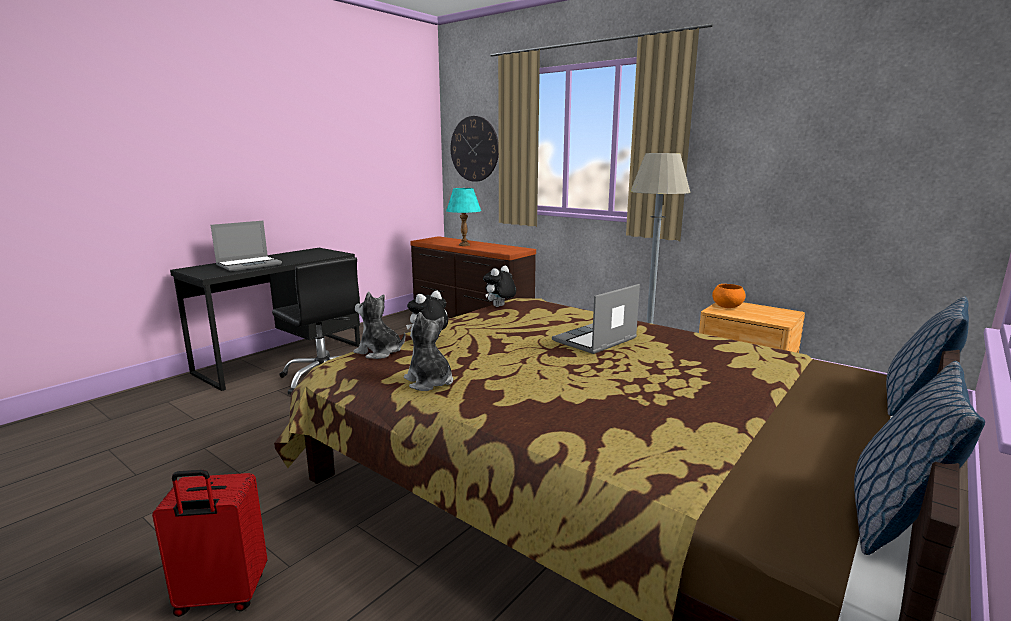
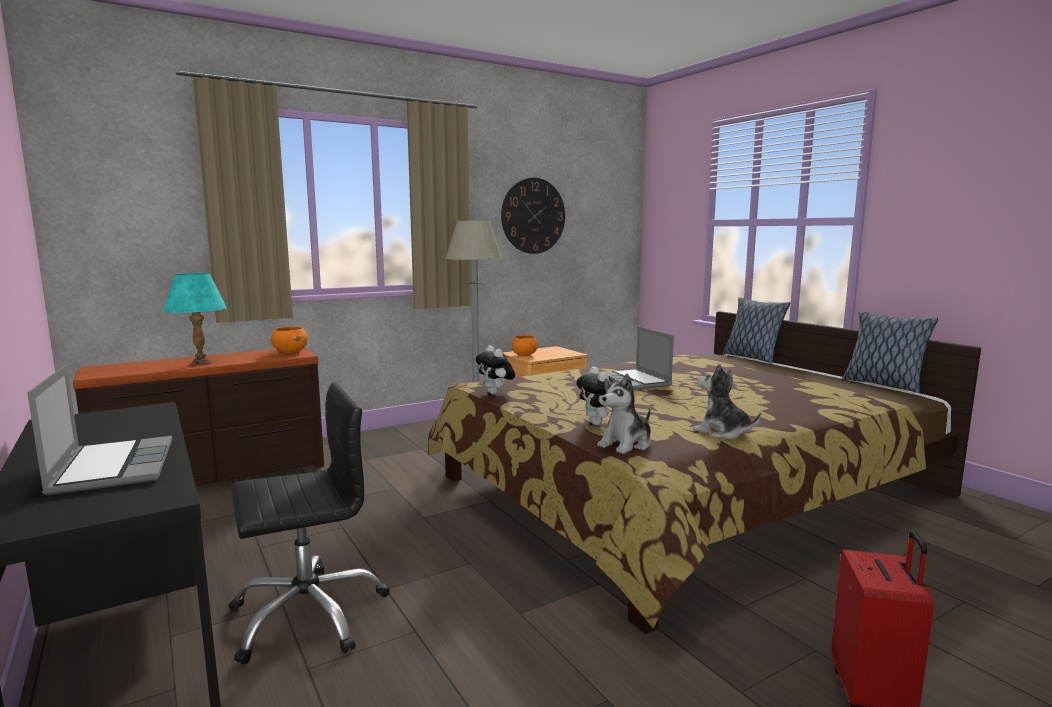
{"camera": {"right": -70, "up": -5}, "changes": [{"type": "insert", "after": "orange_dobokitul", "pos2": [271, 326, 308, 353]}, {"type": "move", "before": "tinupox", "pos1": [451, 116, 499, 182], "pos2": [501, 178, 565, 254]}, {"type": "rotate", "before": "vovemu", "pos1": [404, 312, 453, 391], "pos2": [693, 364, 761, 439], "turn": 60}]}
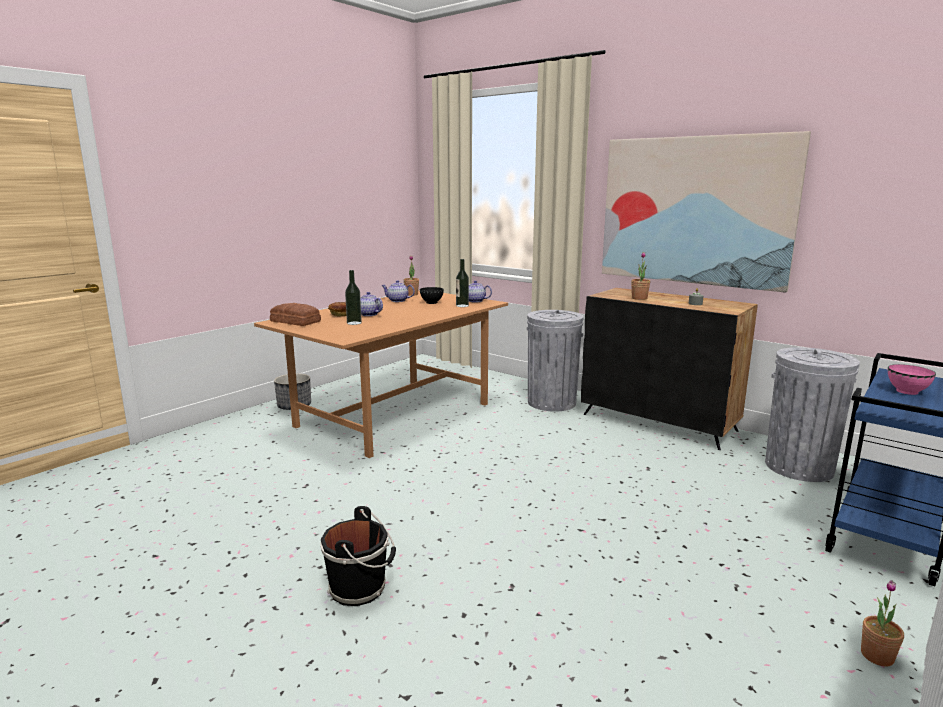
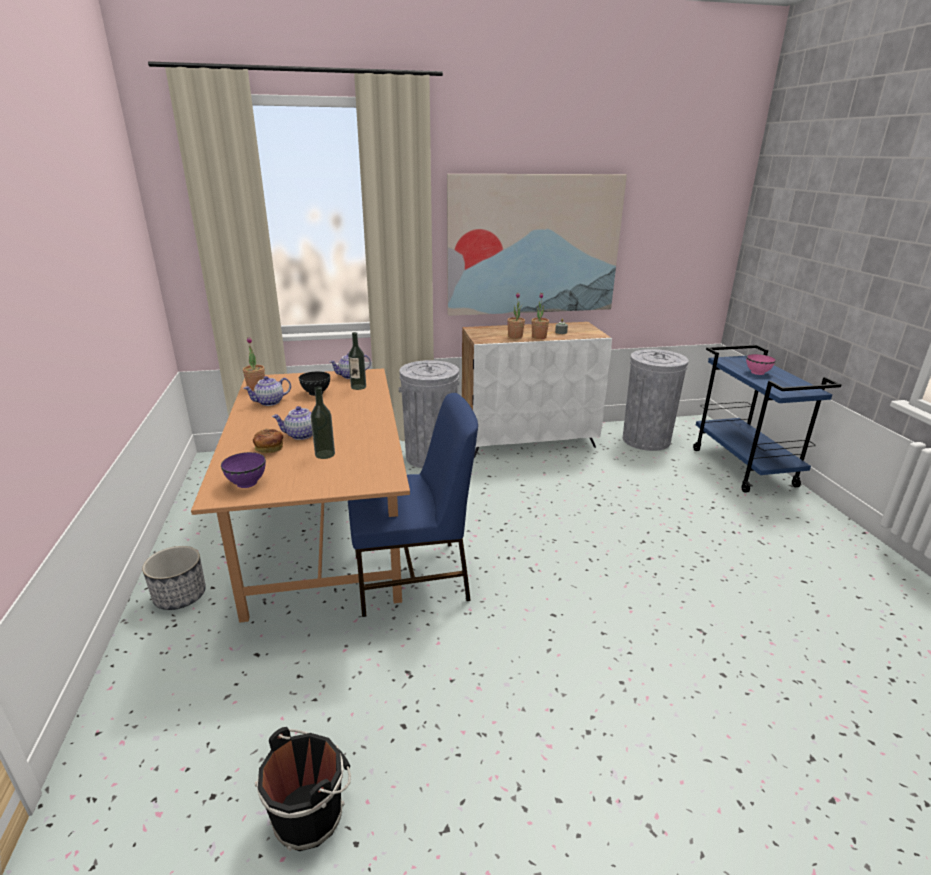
{"camera": {"right": -50, "up": 10}, "changes": [{"type": "replace", "before": "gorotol", "after": "purple_dobokitul", "pos1": [270, 303, 321, 326], "pos2": [221, 452, 266, 488]}, {"type": "move", "before": "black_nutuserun", "pos1": [320, 506, 396, 606], "pos2": [255, 727, 351, 851]}, {"type": "insert", "after": "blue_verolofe", "pos2": [348, 393, 478, 617]}, {"type": "recolor", "before": "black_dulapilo", "after": "white_dulapilo", "pos1": [581, 288, 758, 450], "pos2": [462, 322, 612, 458]}, {"type": "move", "before": "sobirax", "pos1": [861, 580, 904, 667], "pos2": [531, 293, 549, 339]}]}
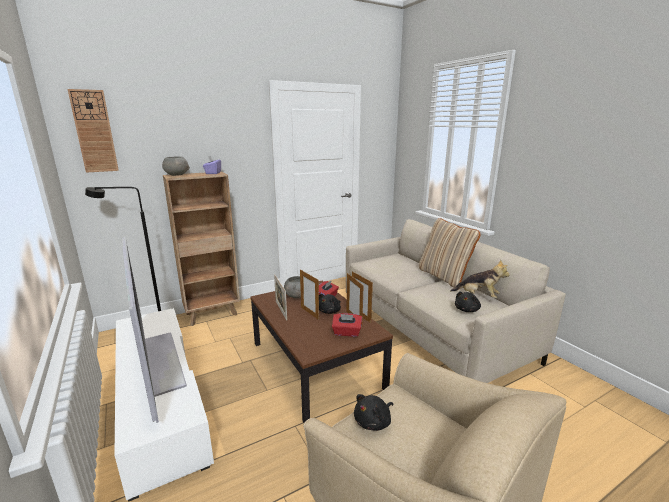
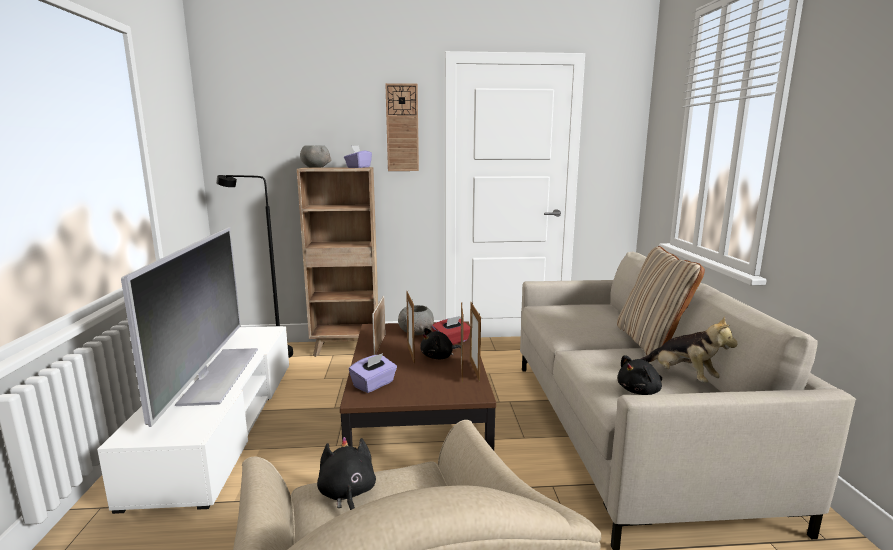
{"camera": {"right": 25, "up": -5}, "changes": [{"type": "rotate", "before": "black_vovemu", "pos1": [354, 394, 393, 431], "pos2": [317, 437, 376, 510], "turn": 90}, {"type": "insert", "after": "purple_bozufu", "pos2": [349, 353, 397, 393]}, {"type": "move", "before": "tinupox", "pos1": [68, 89, 119, 173], "pos2": [385, 83, 419, 171]}, {"type": "delete", "before": "red_bozufu", "pos1": [332, 313, 362, 337]}]}
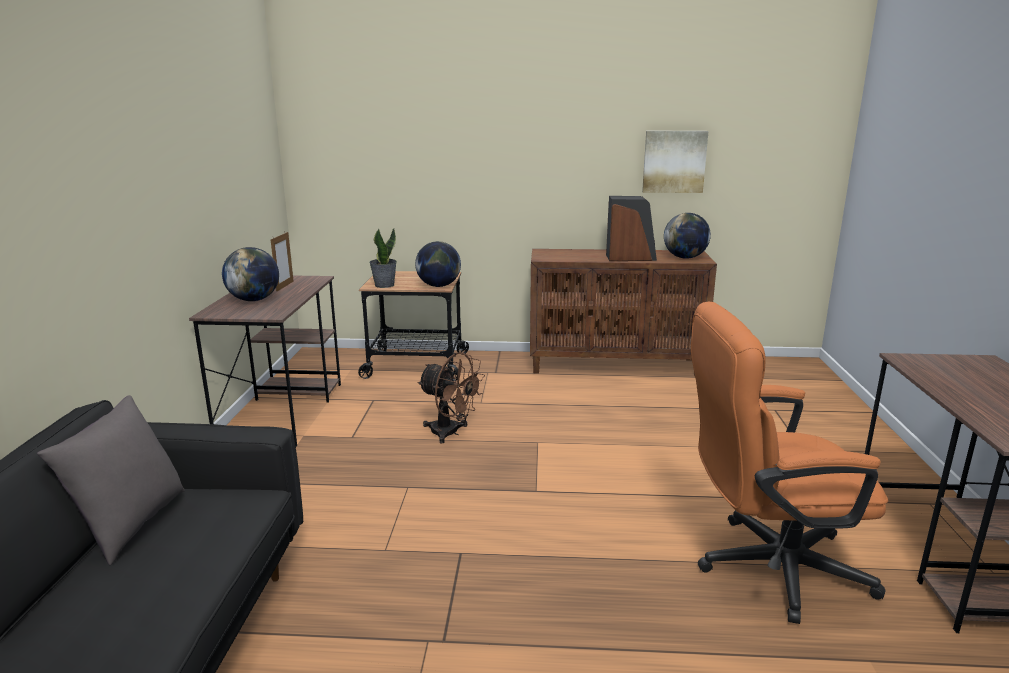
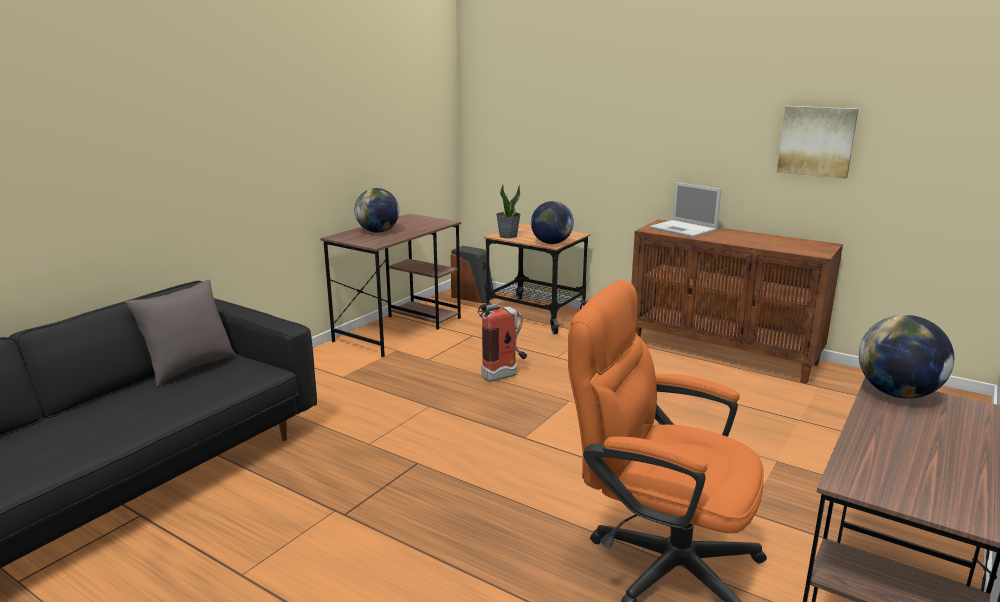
{"camera": {"right": 30, "up": 0}, "changes": [{"type": "move", "before": "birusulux", "pos1": [606, 196, 657, 261], "pos2": [451, 246, 494, 303]}, {"type": "replace", "before": "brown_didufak", "after": "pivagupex", "pos1": [417, 352, 485, 443], "pos2": [481, 301, 527, 382]}, {"type": "insert", "after": "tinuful", "pos2": [649, 182, 721, 238]}, {"type": "move", "before": "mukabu", "pos1": [664, 213, 711, 259], "pos2": [859, 315, 954, 399]}, {"type": "delete", "before": "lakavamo", "pos1": [271, 232, 294, 291]}]}
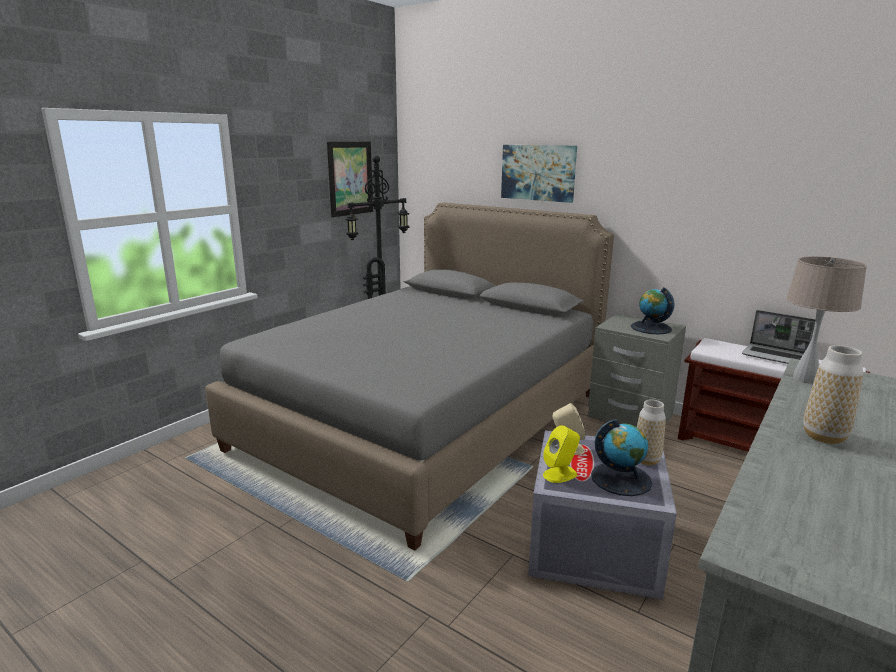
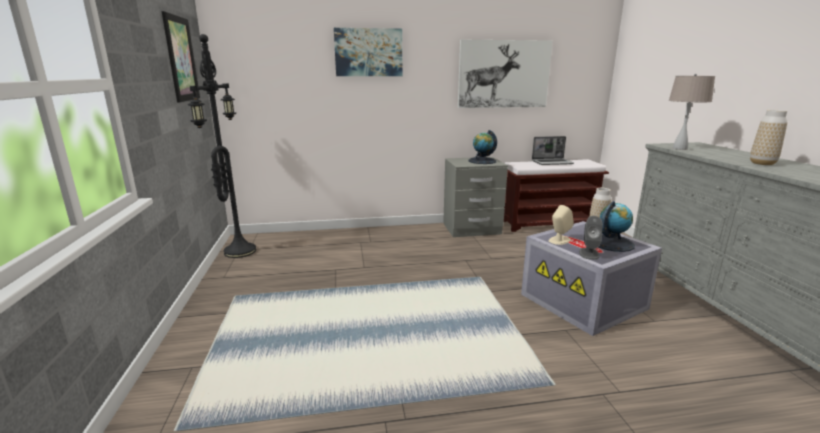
{"camera": {"right": -45, "up": 0}, "changes": [{"type": "insert", "after": "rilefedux", "pos2": [458, 40, 552, 108]}, {"type": "recolor", "before": "yellow_birusulux", "after": "grey_birusulux", "pos1": [543, 425, 580, 483], "pos2": [579, 216, 603, 260]}, {"type": "delete", "before": "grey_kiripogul", "pos1": [205, 202, 614, 550]}]}
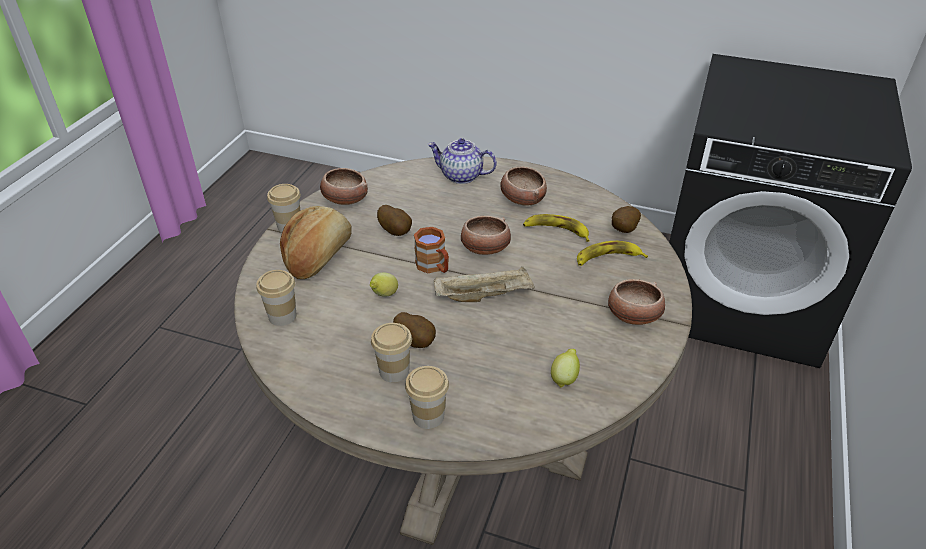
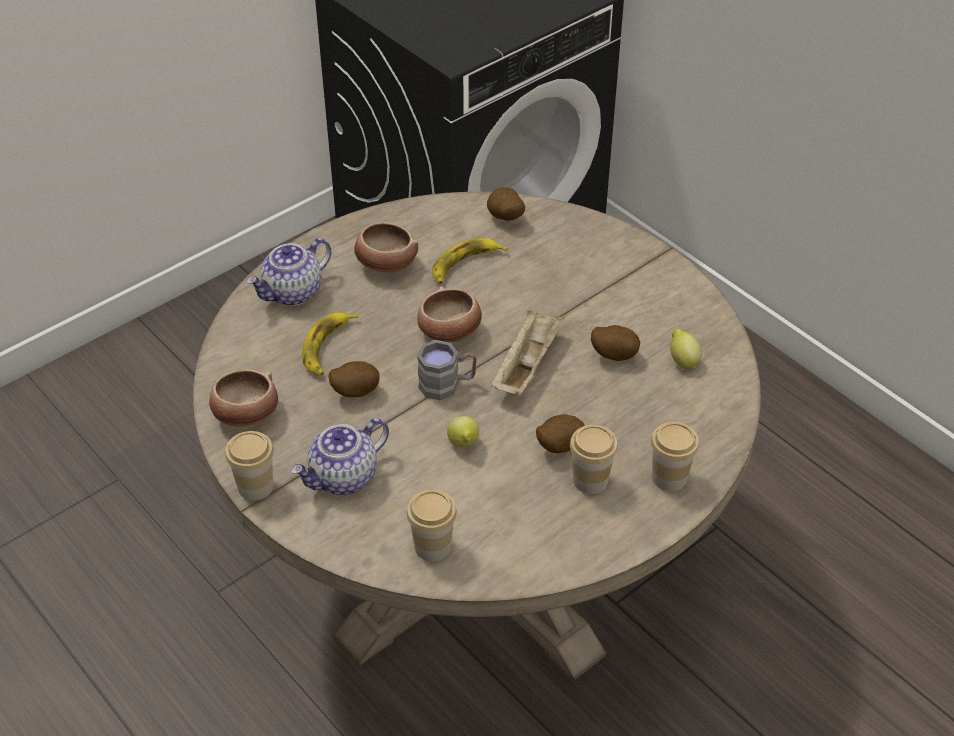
{"camera": {"right": -60, "up": 5}, "changes": [{"type": "replace", "before": "gorotol", "after": "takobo", "pos1": [280, 206, 352, 279], "pos2": [291, 418, 389, 495]}, {"type": "move", "before": "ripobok", "pos1": [577, 241, 648, 266], "pos2": [302, 313, 358, 376]}, {"type": "recolor", "before": "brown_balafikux", "after": "grey_balafikux", "pos1": [414, 227, 449, 273], "pos2": [417, 340, 477, 400]}, {"type": "insert", "after": "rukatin", "pos2": [591, 325, 640, 361]}, {"type": "delete", "before": "dobokitul", "pos1": [608, 279, 665, 325]}]}
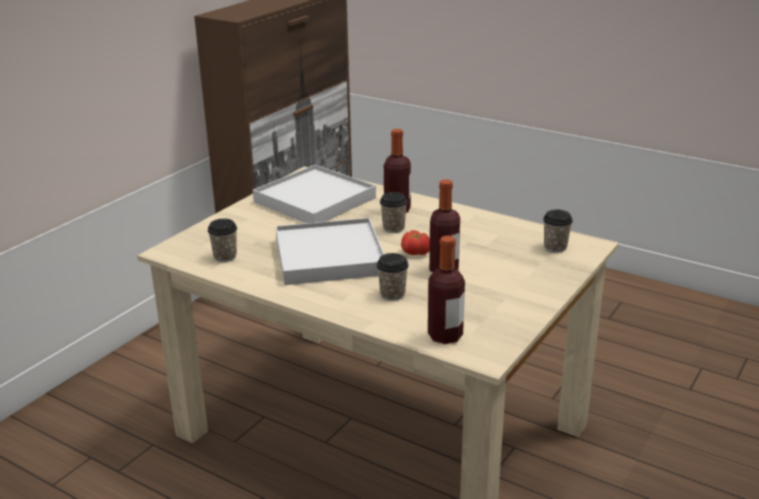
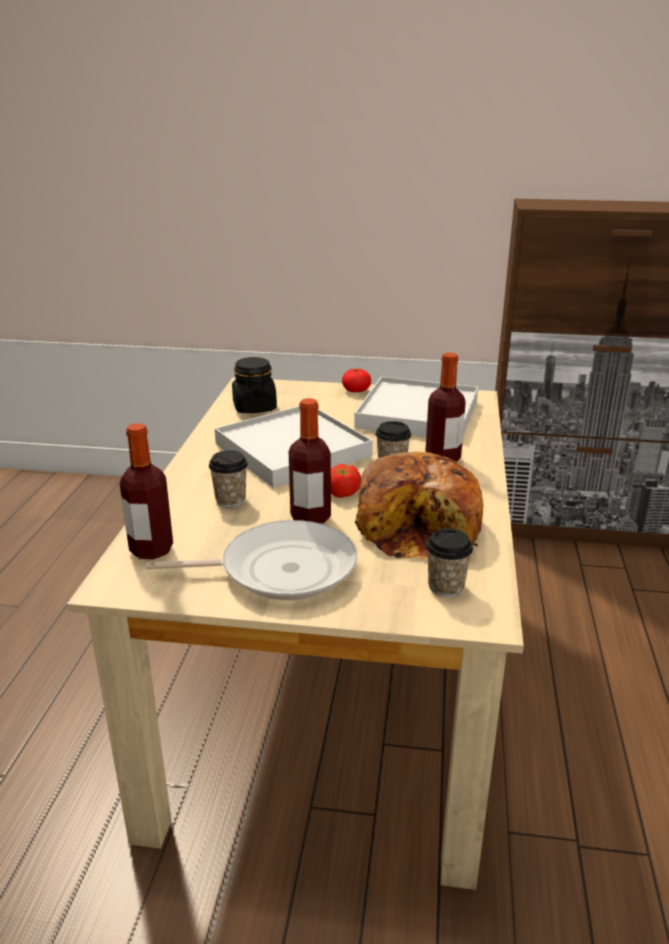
{"camera": {"right": 65, "up": 0}, "changes": [{"type": "insert", "after": "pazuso", "pos2": [146, 520, 357, 600]}, {"type": "replace", "before": "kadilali", "after": "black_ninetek", "pos1": [208, 219, 237, 262], "pos2": [232, 357, 277, 413]}, {"type": "insert", "after": "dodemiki", "pos2": [342, 369, 371, 392]}, {"type": "insert", "after": "gorotol", "pos2": [355, 451, 483, 559]}]}
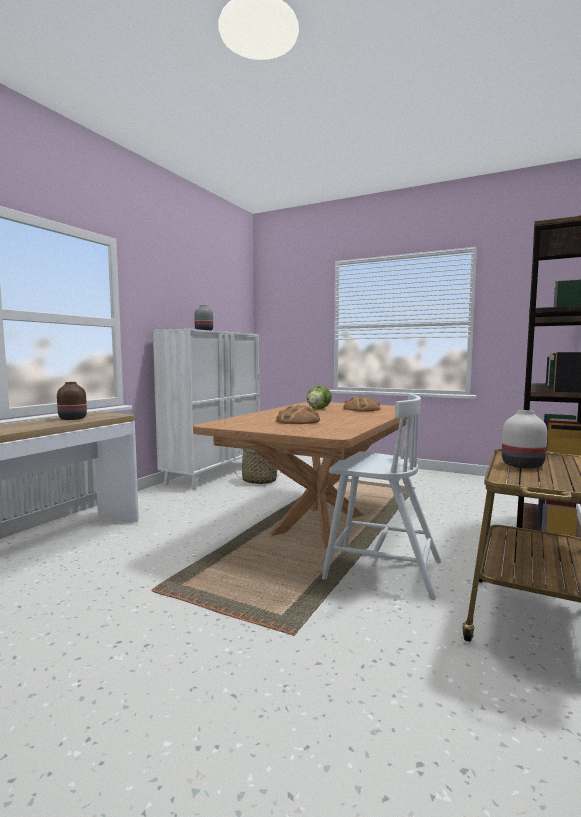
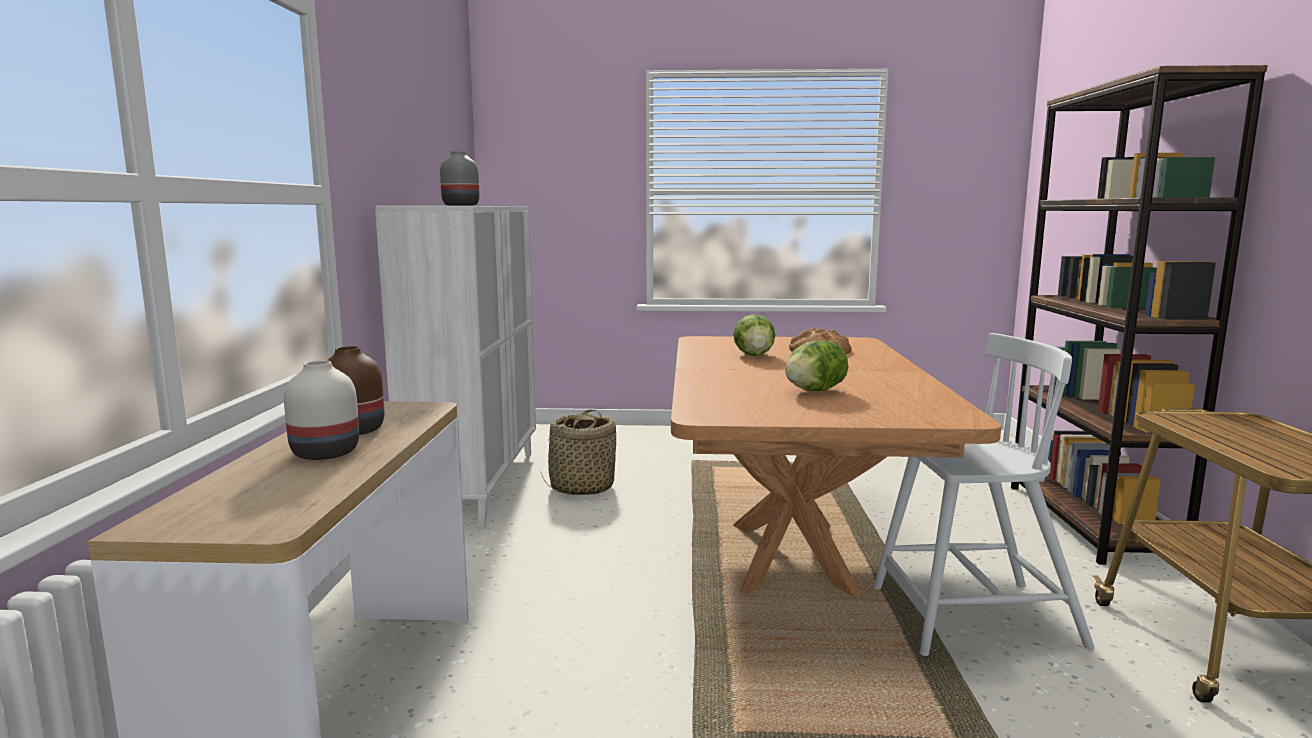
{"camera": {"right": -25, "up": 5}, "changes": [{"type": "move", "before": "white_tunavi", "pos1": [502, 410, 547, 469], "pos2": [284, 360, 359, 460]}, {"type": "replace", "before": "gorotol", "after": "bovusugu", "pos1": [276, 405, 320, 424], "pos2": [785, 340, 848, 391]}]}
